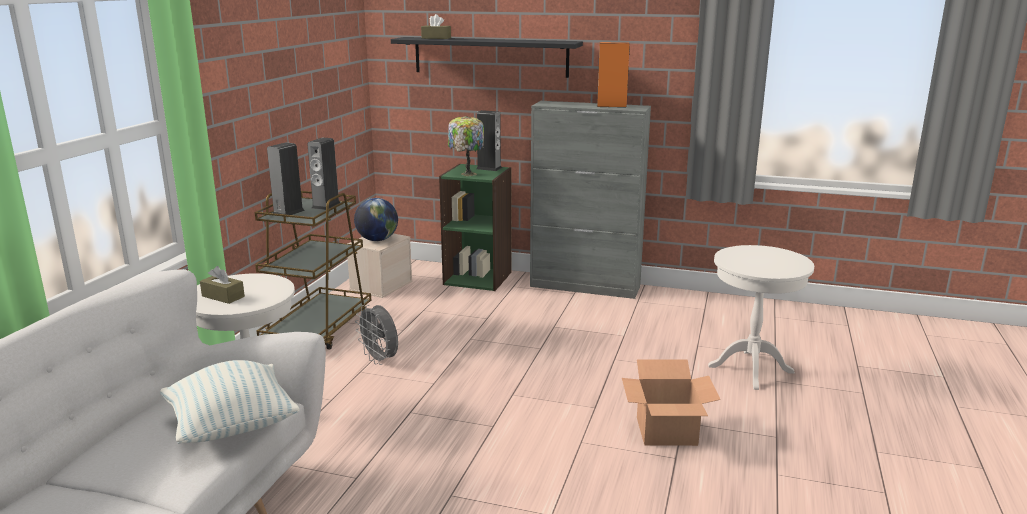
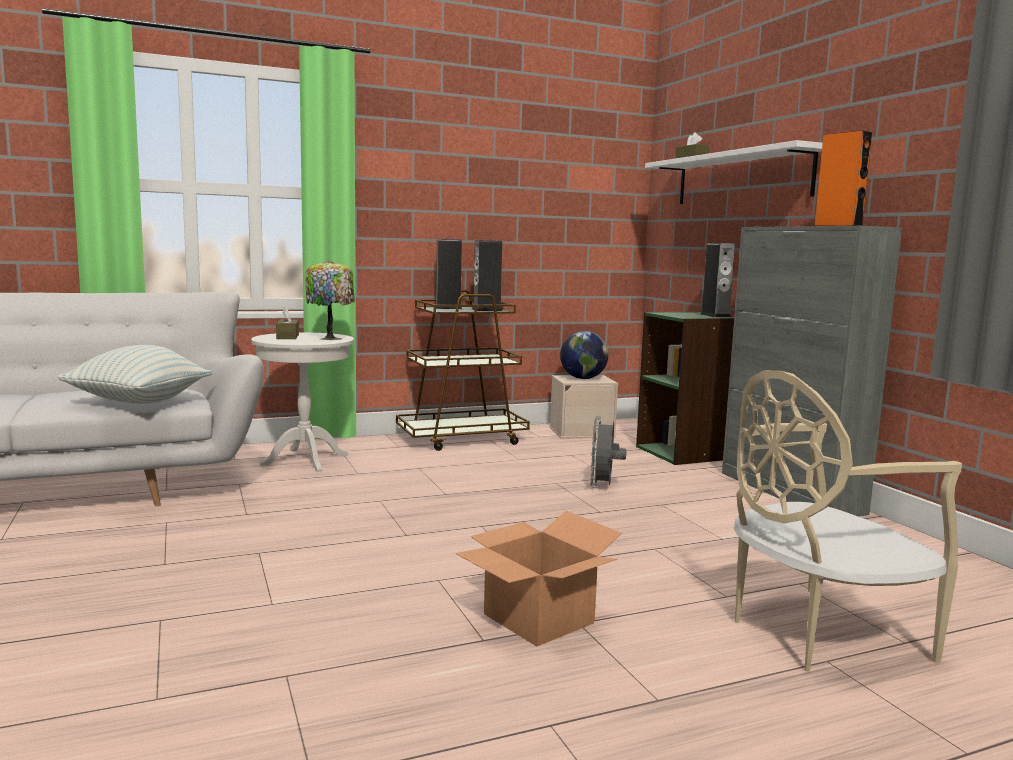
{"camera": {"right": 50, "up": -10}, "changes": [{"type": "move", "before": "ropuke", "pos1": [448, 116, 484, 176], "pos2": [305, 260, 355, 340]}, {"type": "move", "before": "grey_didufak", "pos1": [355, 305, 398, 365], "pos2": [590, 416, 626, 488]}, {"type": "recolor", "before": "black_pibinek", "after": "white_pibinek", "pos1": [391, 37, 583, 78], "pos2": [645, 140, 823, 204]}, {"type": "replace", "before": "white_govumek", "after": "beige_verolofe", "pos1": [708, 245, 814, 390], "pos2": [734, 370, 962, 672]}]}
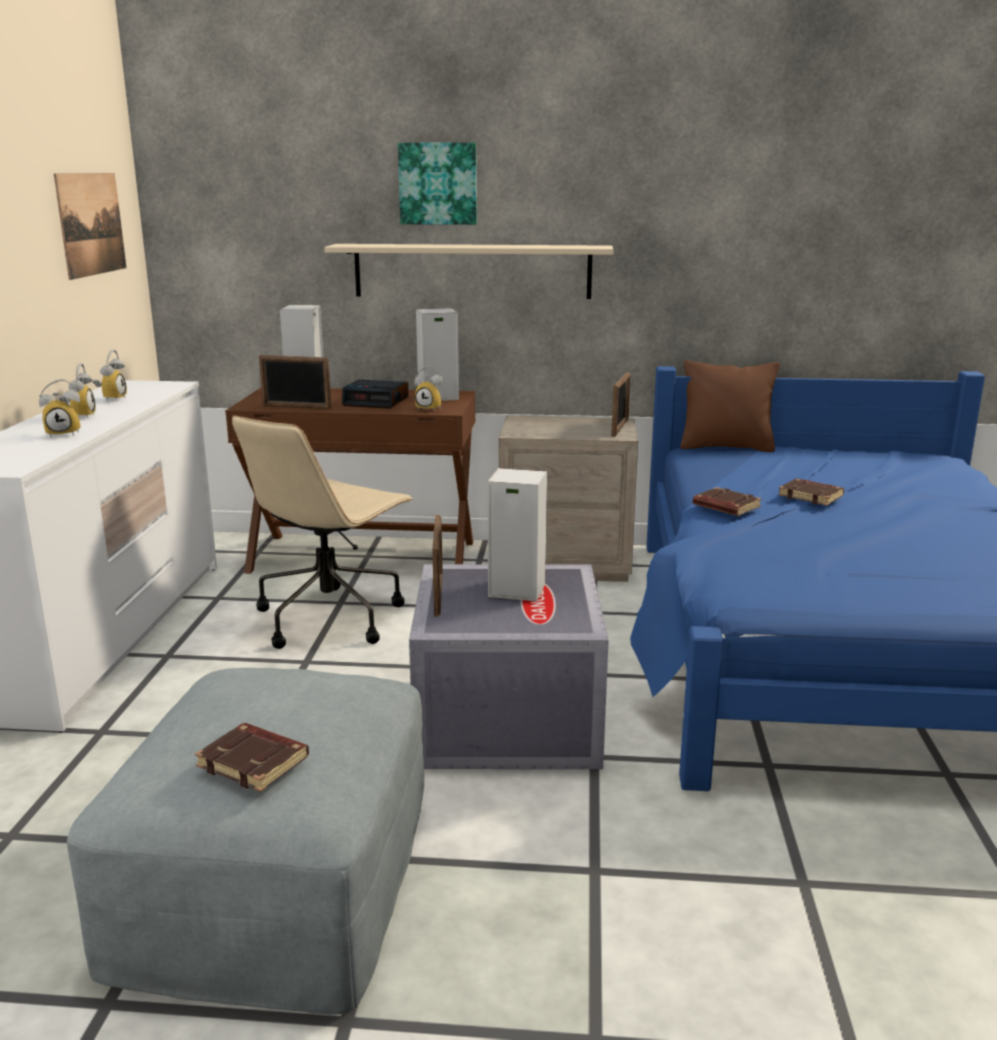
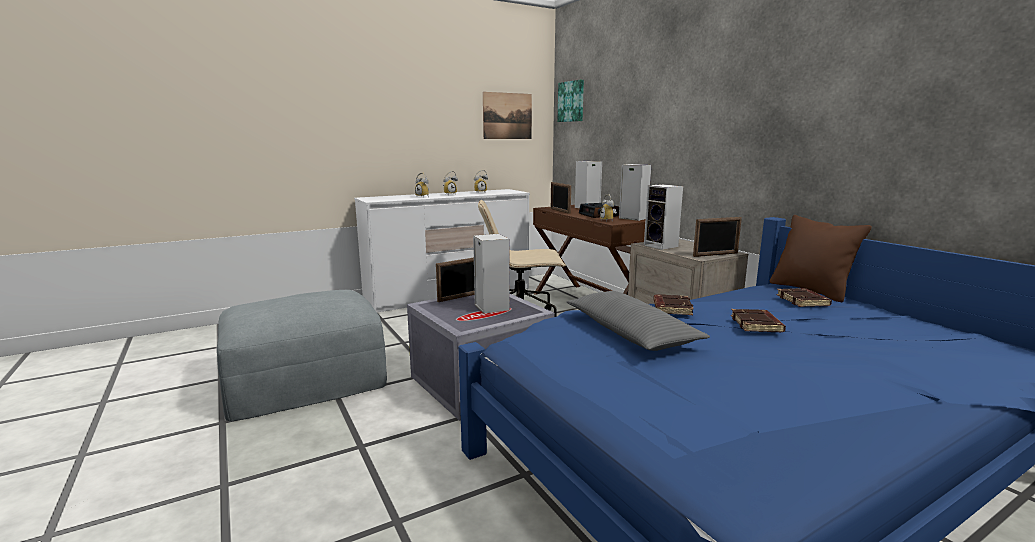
{"camera": {"right": 55, "up": -5}, "changes": [{"type": "move", "before": "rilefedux", "pos1": [398, 142, 477, 225], "pos2": [558, 80, 584, 122]}, {"type": "insert", "after": "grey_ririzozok", "pos2": [567, 291, 710, 351]}, {"type": "insert", "after": "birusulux", "pos2": [644, 184, 683, 250]}, {"type": "move", "before": "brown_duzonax", "pos1": [195, 723, 309, 792], "pos2": [777, 288, 832, 307]}, {"type": "delete", "before": "beige_pibinek", "pos1": [324, 244, 613, 299]}]}
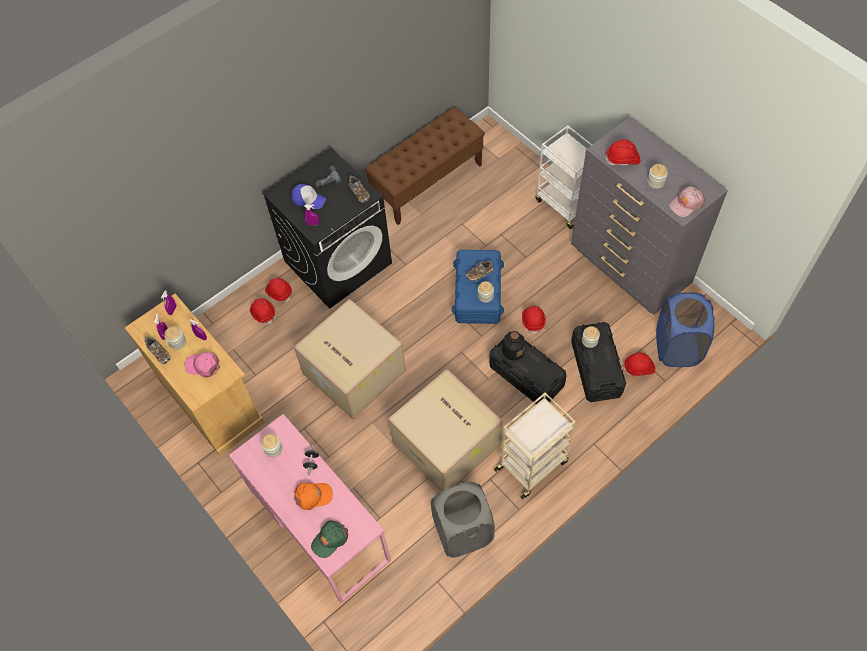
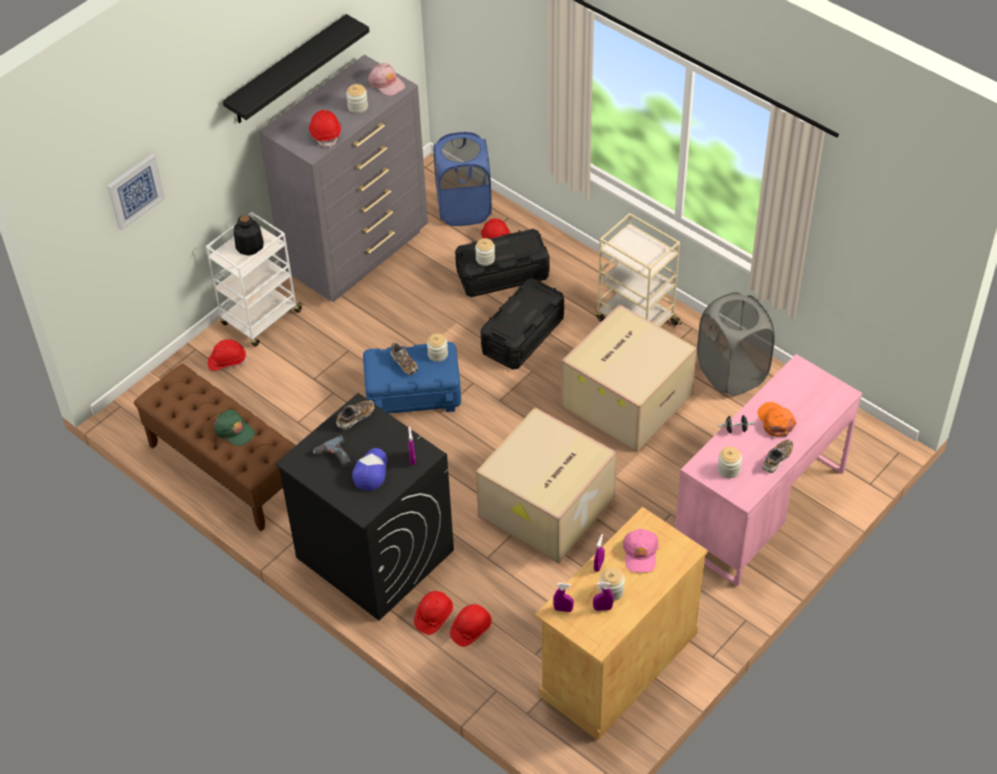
{"camera": {"right": -100, "up": -10}, "changes": [{"type": "insert", "after": "rilefedux", "pos2": [107, 154, 165, 230]}, {"type": "move", "before": "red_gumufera", "pos1": [522, 306, 546, 335], "pos2": [208, 339, 247, 371]}, {"type": "move", "before": "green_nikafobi", "pos1": [311, 520, 348, 558], "pos2": [214, 410, 255, 446]}, {"type": "insert", "after": "black_pibinek", "pos2": [223, 14, 369, 123]}, {"type": "move", "before": "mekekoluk", "pos1": [502, 331, 525, 360], "pos2": [234, 215, 264, 256]}, {"type": "move", "before": "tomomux", "pos1": [145, 337, 170, 364], "pos2": [762, 440, 793, 473]}]}
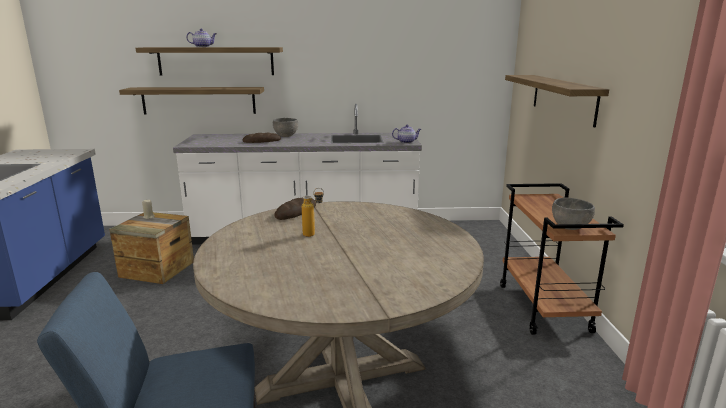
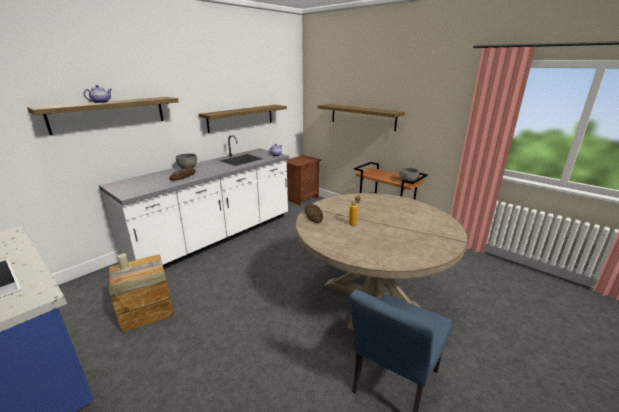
{"camera": {"right": -45, "up": 5}, "changes": [{"type": "move", "before": "pibinek", "pos1": [119, 87, 264, 114], "pos2": [199, 105, 287, 133]}, {"type": "insert", "after": "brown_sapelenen", "pos2": [286, 155, 321, 206]}]}
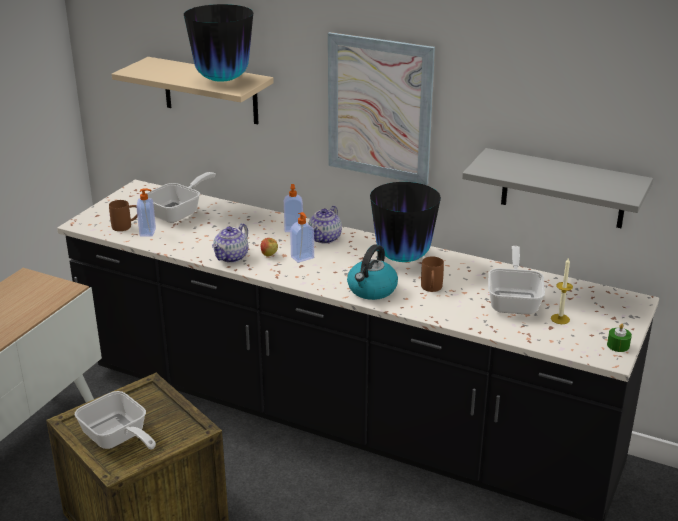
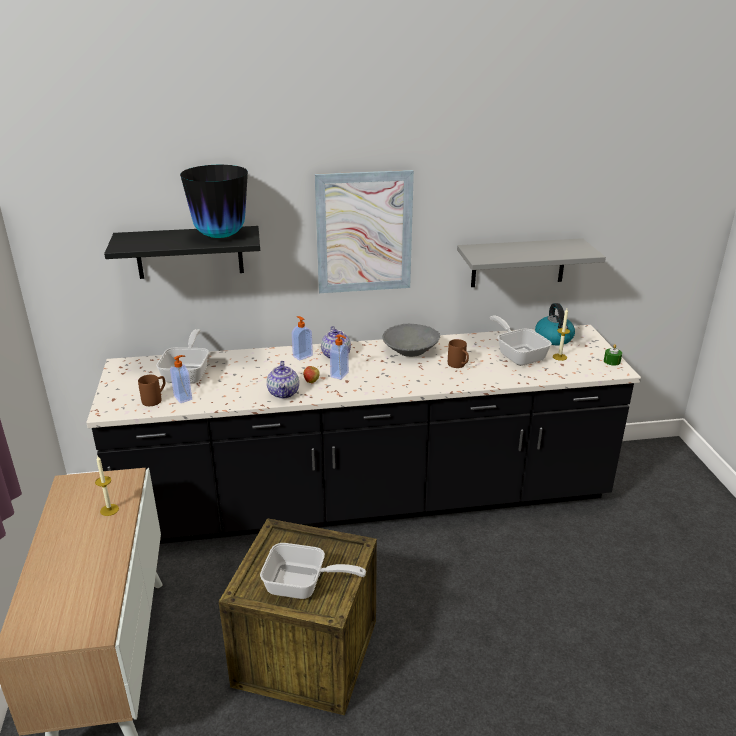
{"camera": {"right": -35, "up": 0}, "changes": [{"type": "insert", "after": "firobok", "pos2": [95, 455, 119, 516]}, {"type": "recolor", "before": "beige_pibinek", "after": "black_pibinek", "pos1": [112, 57, 274, 124], "pos2": [104, 226, 260, 279]}, {"type": "replace", "before": "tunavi", "after": "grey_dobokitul", "pos1": [370, 182, 441, 262], "pos2": [382, 324, 440, 357]}, {"type": "move", "before": "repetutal", "pos1": [347, 244, 398, 300], "pos2": [535, 303, 575, 345]}]}
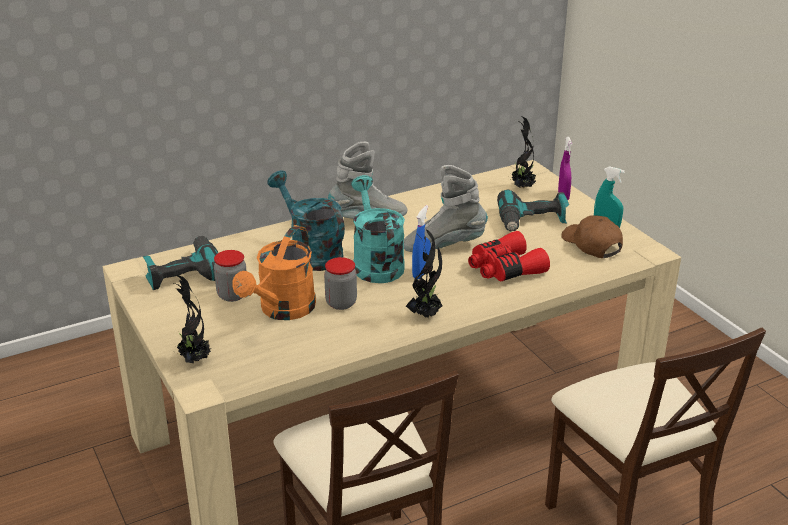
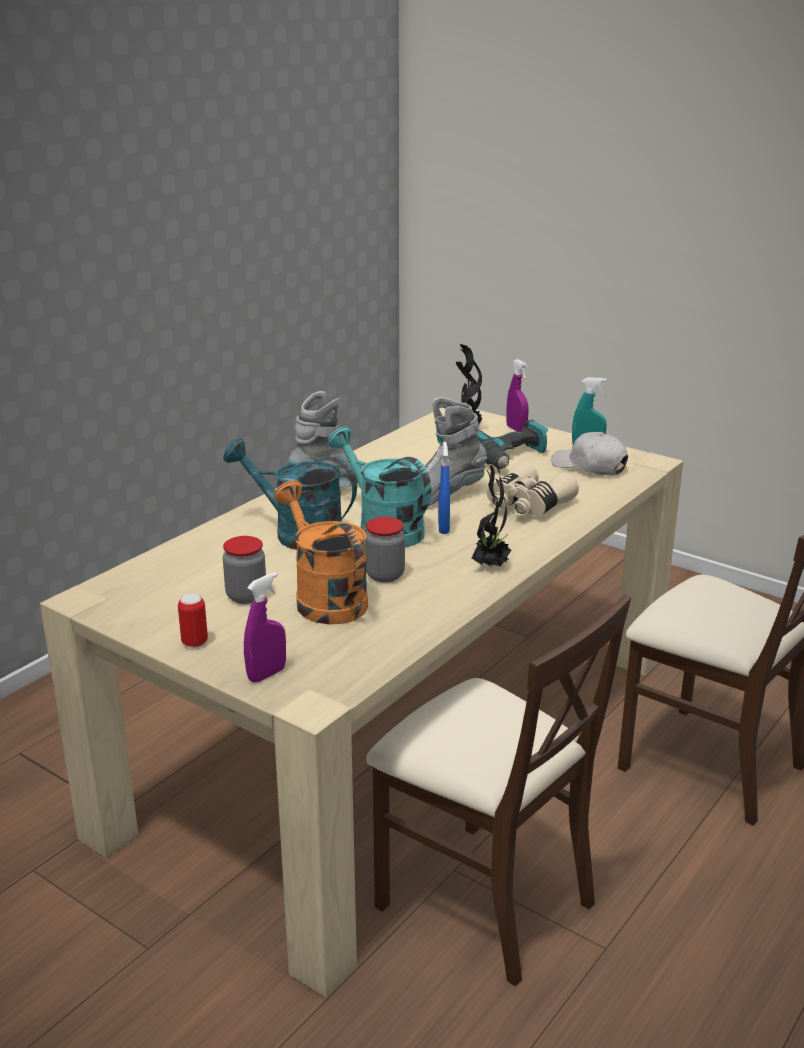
{"camera": {"right": -25, "up": -5}, "changes": [{"type": "insert", "after": "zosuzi", "pos2": [178, 594, 208, 648]}, {"type": "replace", "before": "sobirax", "after": "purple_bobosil", "pos1": [174, 275, 211, 363], "pos2": [244, 572, 286, 683]}, {"type": "rotate", "before": "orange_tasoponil", "pos1": [232, 225, 316, 320], "pos2": [274, 481, 368, 625], "turn": 150}, {"type": "recolor", "before": "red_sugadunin", "after": "beige_sugadunin", "pos1": [468, 231, 550, 281], "pos2": [487, 462, 579, 516]}, {"type": "recolor", "before": "brown_nikafobi", "after": "white_nikafobi", "pos1": [561, 215, 623, 258], "pos2": [551, 432, 628, 476]}, {"type": "delete", "before": "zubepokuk", "pos1": [143, 236, 218, 290]}]}
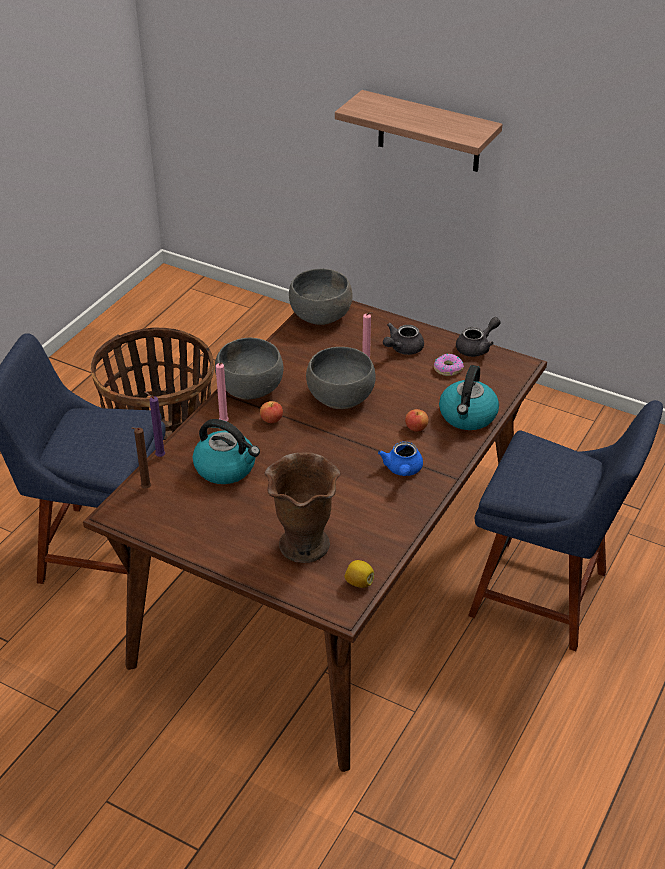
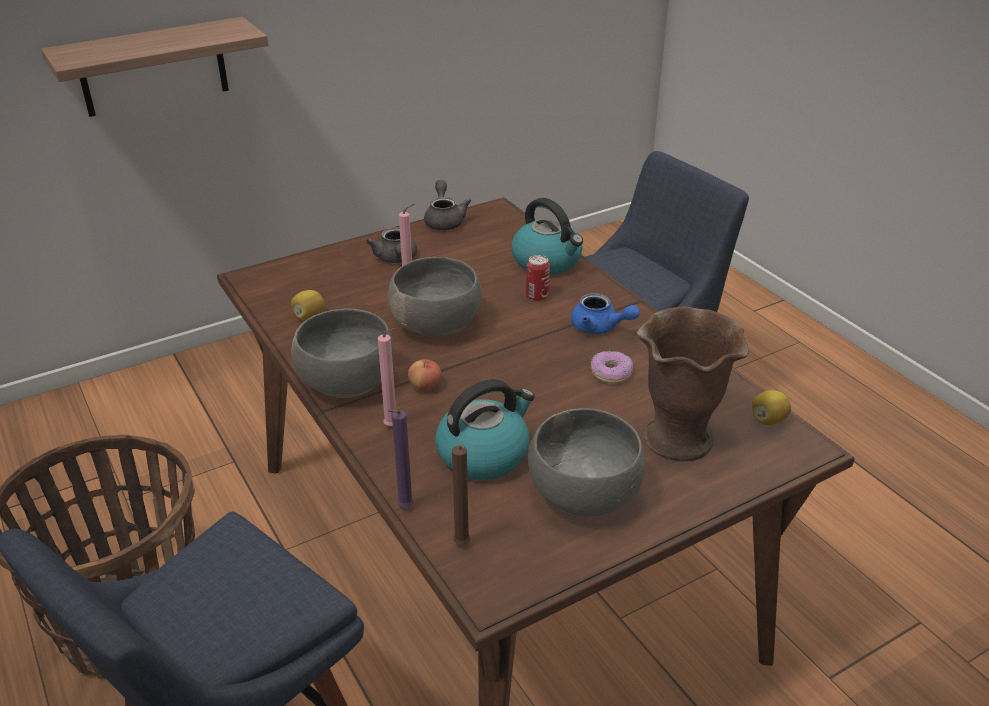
{"camera": {"right": -60, "up": -5}, "changes": [{"type": "insert", "after": "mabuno", "pos2": [291, 290, 325, 320]}, {"type": "replace", "before": "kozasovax", "after": "zosuzi", "pos1": [405, 409, 429, 432], "pos2": [526, 255, 550, 301]}, {"type": "move", "before": "grey_dobokitul", "pos1": [289, 269, 353, 325], "pos2": [528, 408, 645, 516]}, {"type": "move", "before": "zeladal", "pos1": [434, 354, 464, 376], "pos2": [591, 351, 633, 383]}]}
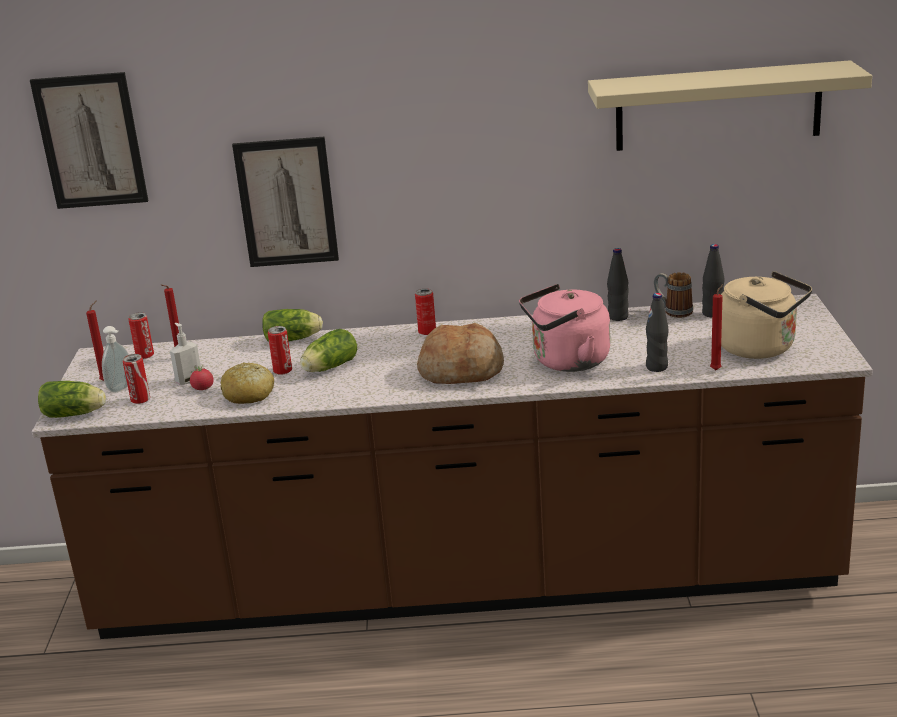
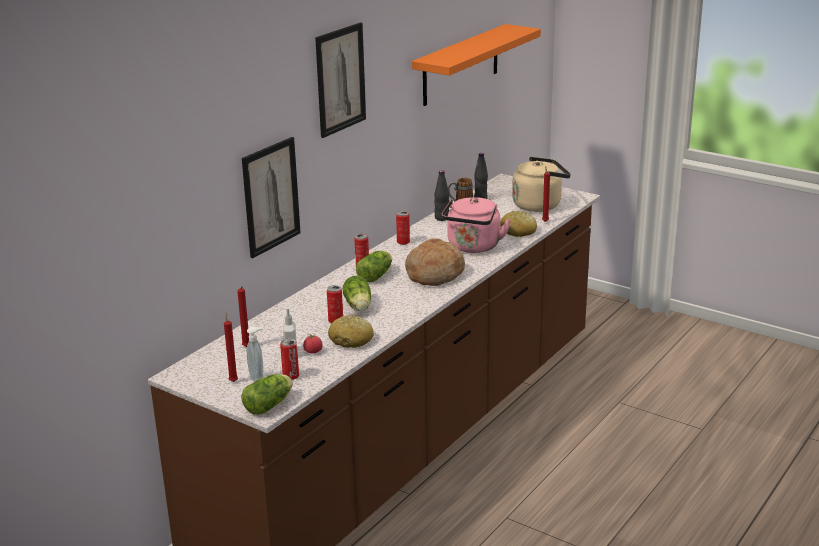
{"camera": {"right": -55, "up": 0}, "changes": [{"type": "move", "before": "rilefedux", "pos1": [30, 72, 148, 209], "pos2": [315, 22, 366, 138]}, {"type": "move", "before": "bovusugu", "pos1": [262, 309, 323, 341], "pos2": [356, 251, 392, 282]}, {"type": "move", "before": "zosuzi", "pos1": [128, 312, 154, 359], "pos2": [396, 211, 410, 245]}, {"type": "recolor", "before": "beige_pibinek", "after": "orange_pibinek", "pos1": [588, 60, 872, 151], "pos2": [412, 24, 541, 106]}, {"type": "replace", "before": "black_mekekoluk", "after": "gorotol", "pos1": [646, 293, 669, 372], "pos2": [500, 211, 537, 237]}]}
